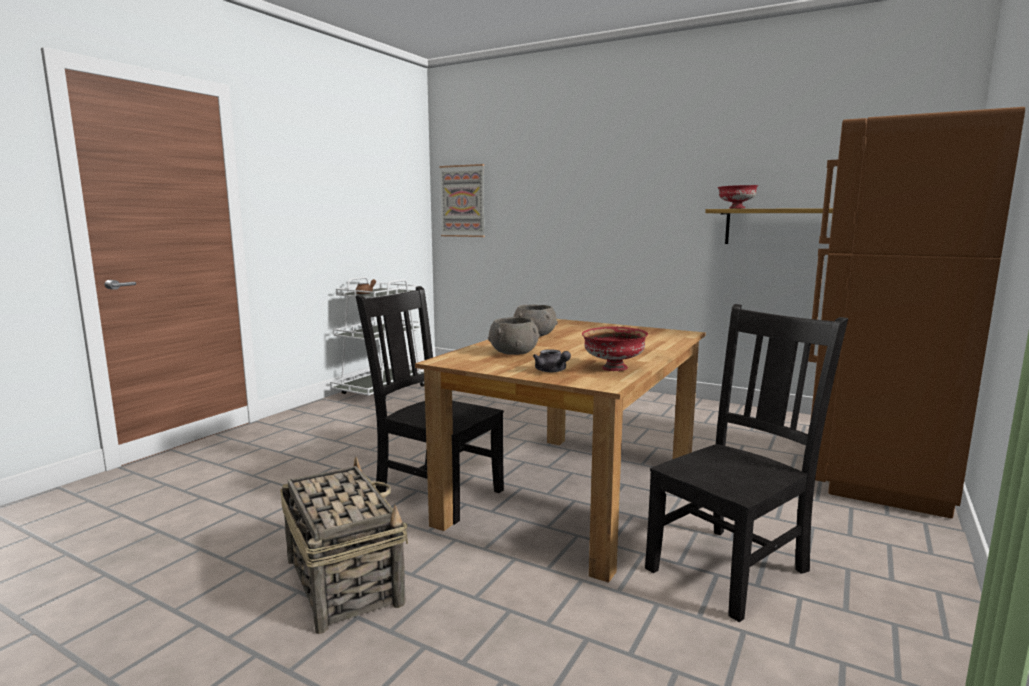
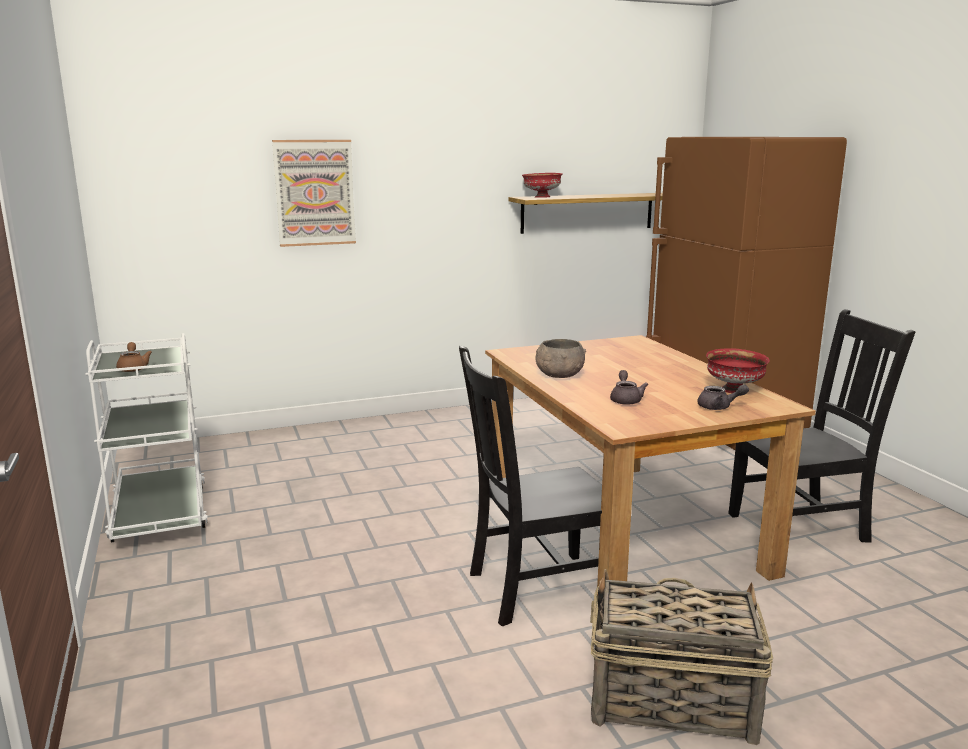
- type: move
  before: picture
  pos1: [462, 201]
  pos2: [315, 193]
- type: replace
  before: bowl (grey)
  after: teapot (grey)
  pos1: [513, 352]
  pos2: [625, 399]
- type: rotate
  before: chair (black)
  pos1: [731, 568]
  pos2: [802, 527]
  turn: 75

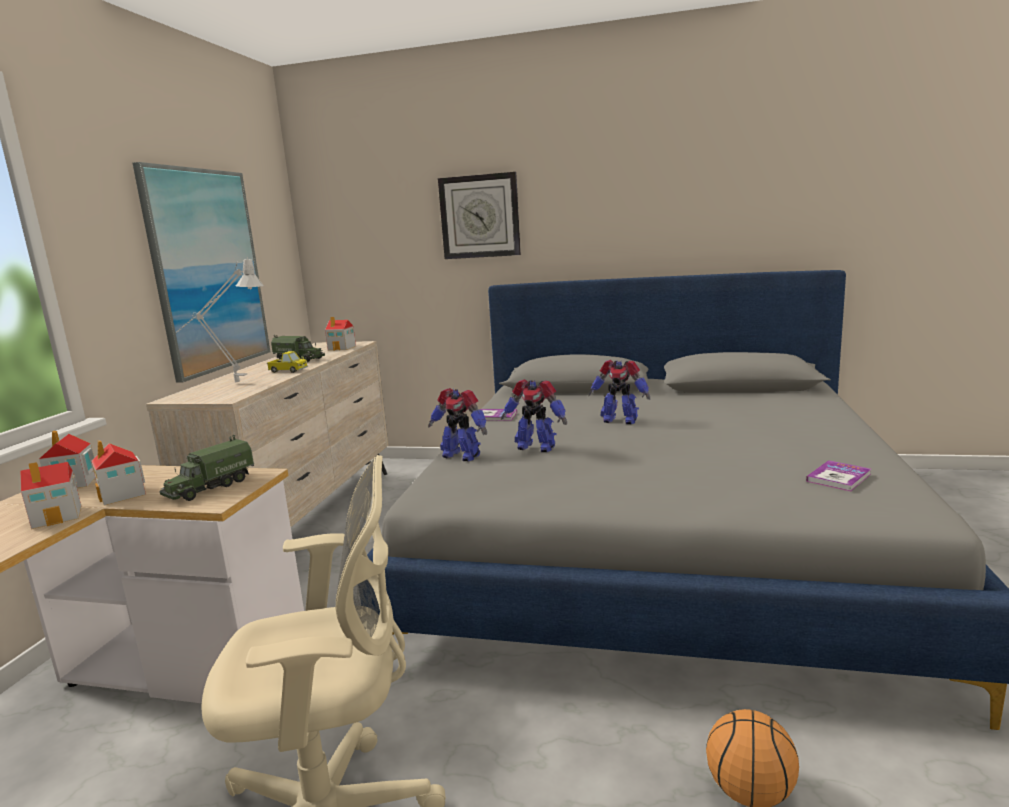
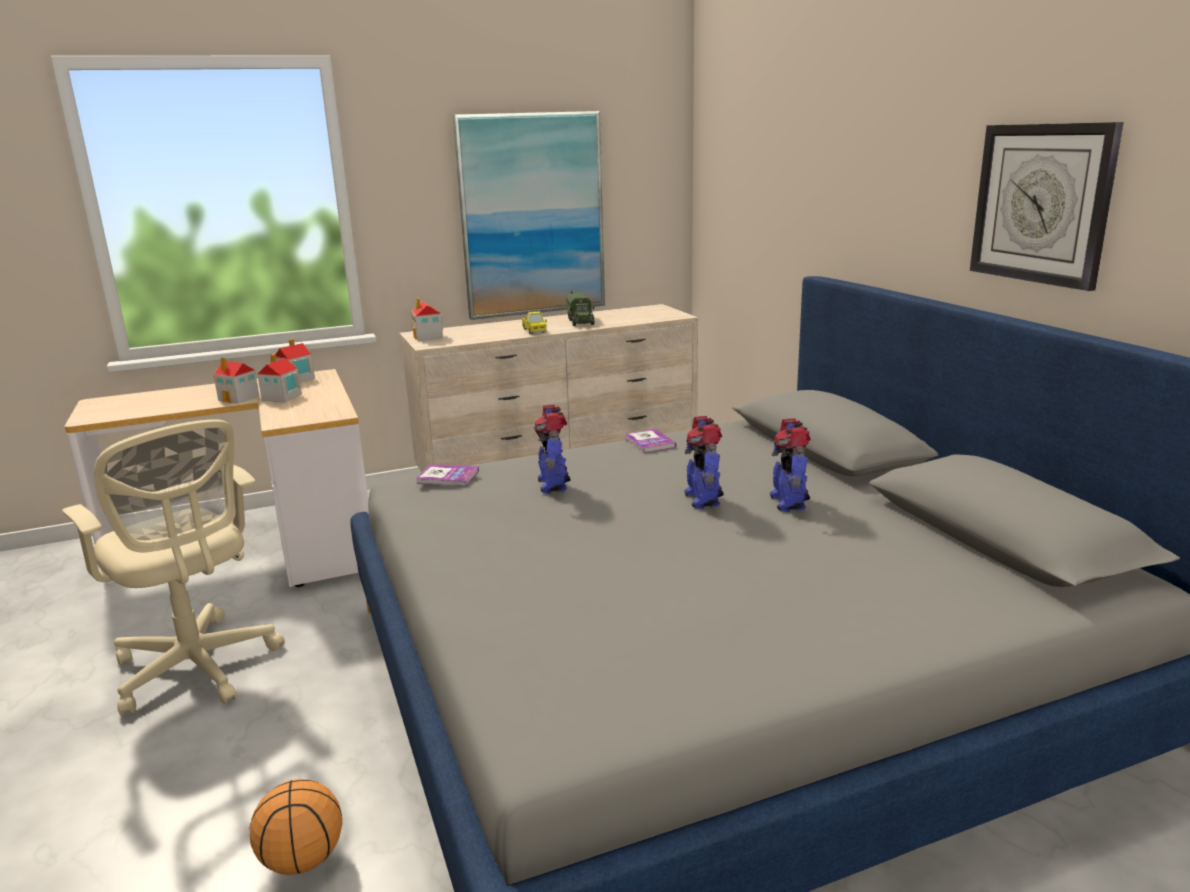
- type: delete
  before: toy truck
  pos1: [210, 487]
- type: delete
  before: table lamp (grey)
  pos1: [231, 384]
- type: move
  before: toy house
  pos1: [342, 348]
  pos2: [428, 337]
- type: move
  before: toy robot
  pos1: [461, 455]
  pos2: [788, 502]
- type: move
  before: wall clock
  pos1: [480, 216]
  pos2: [1042, 203]
- type: move
  before: book
  pos1: [838, 477]
  pos2: [447, 477]

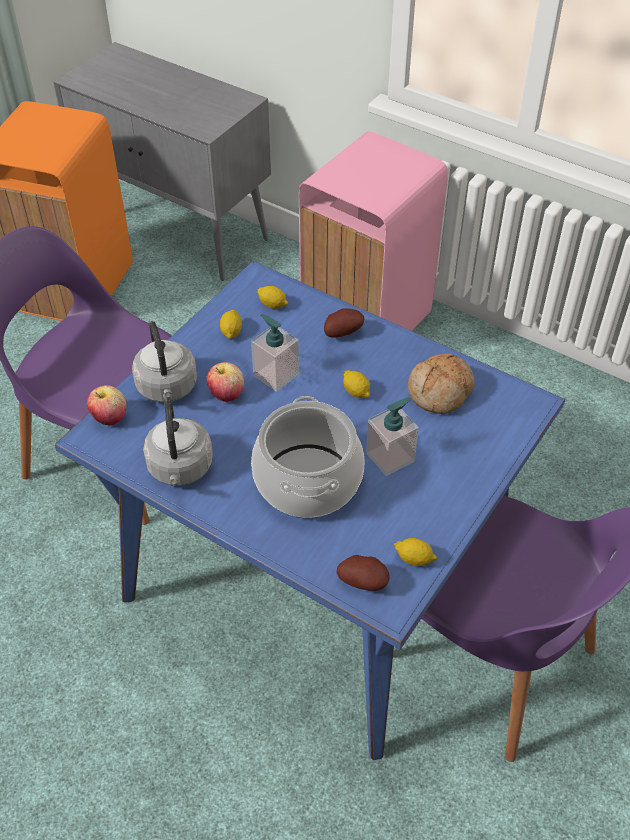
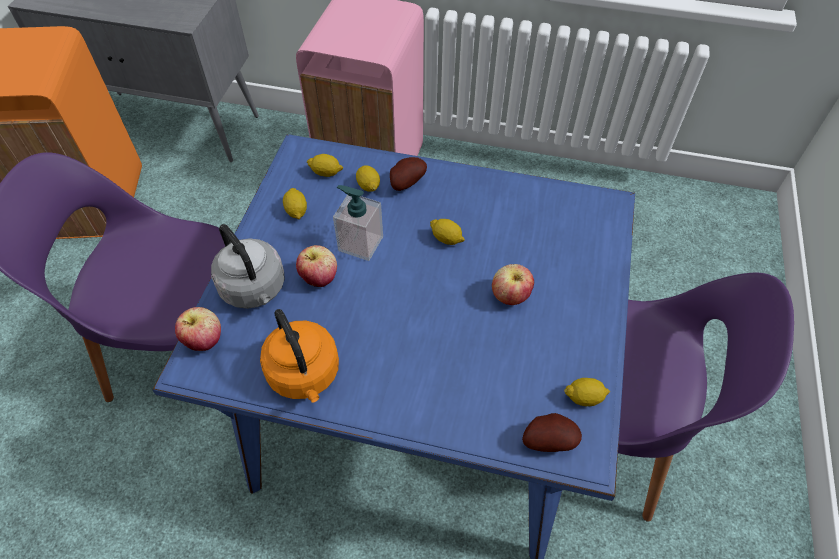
- type: delete
  before: cooking pot
  pos1: [307, 480]
- type: delete
  before: bread
  pos1: [441, 392]
- type: insert
  after: lemon
  pos2: [368, 186]
- type: replace
  before: soap dispenser
  after: apple
  pos1: [390, 457]
  pos2: [510, 296]
- type: recolor
  before: kettle (grey)
  after: kettle (orange)
  pos1: [180, 469]
  pos2: [305, 375]

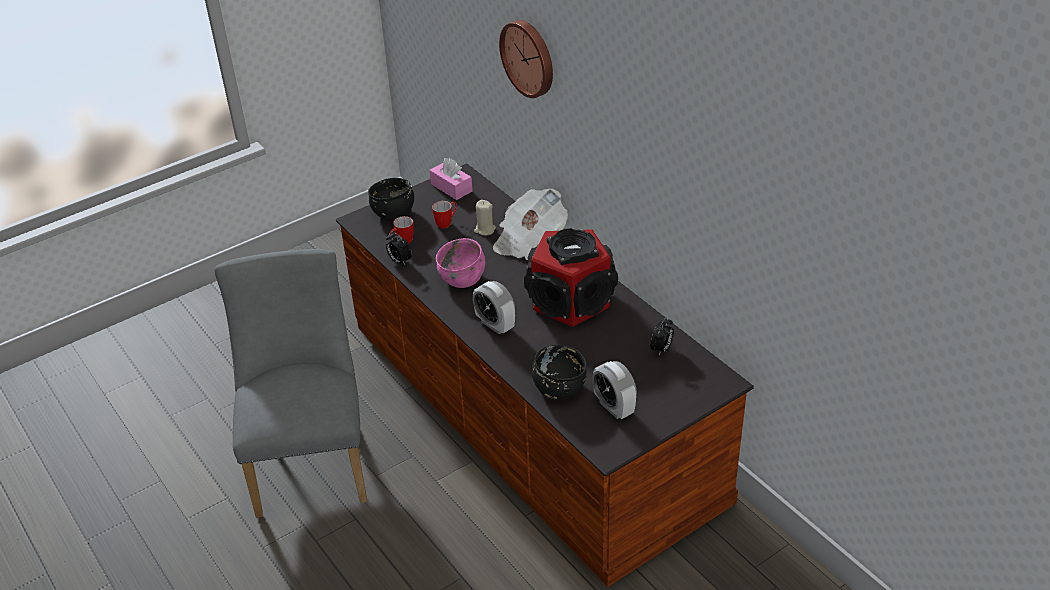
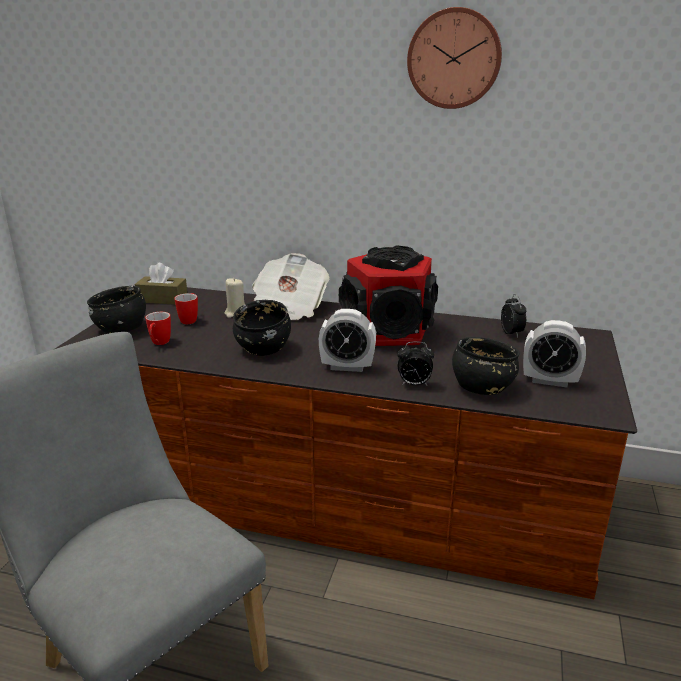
- type: move
  before: alarm clock
  pos1: [399, 261]
  pos2: [414, 384]
- type: move
  before: wall clock
  pos1: [529, 58]
  pos2: [454, 59]
- type: recolor
  before: tissue box (pink)
  after: tissue box (brown)
  pos1: [451, 187]
  pos2: [162, 299]
- type: recolor
  before: bowl (pink)
  after: bowl (black)
  pos1: [462, 279]
  pos2: [263, 348]

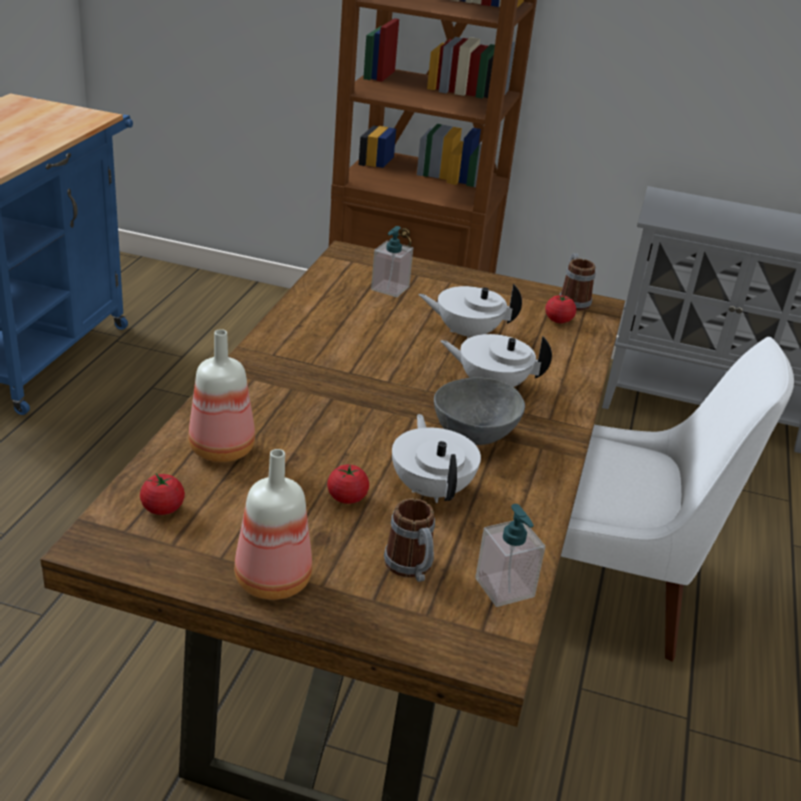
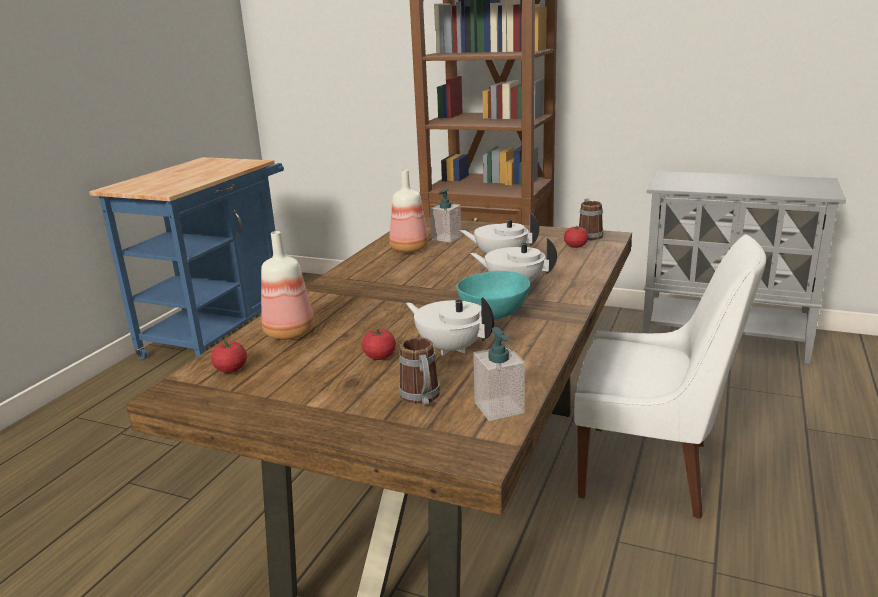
- type: move
  before: bottle
  pos1: [272, 582]
  pos2: [409, 249]
- type: recolor
  before: bowl (grey)
  after: bowl (turquoise)
  pos1: [476, 435]
  pos2: [495, 314]
- type: rotate
  before: teapot (white)
  pos1: [432, 489]
  pos2: [451, 348]
  turn: -45

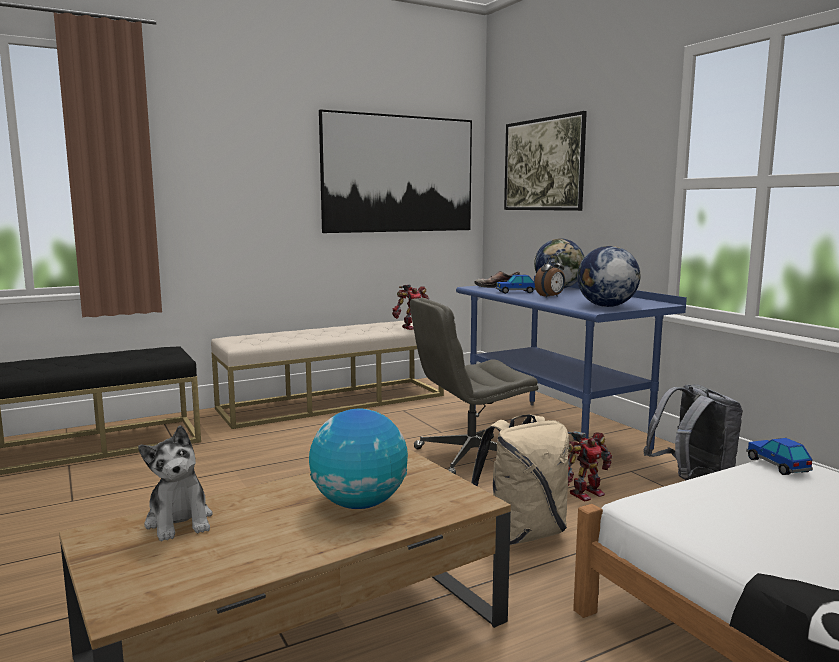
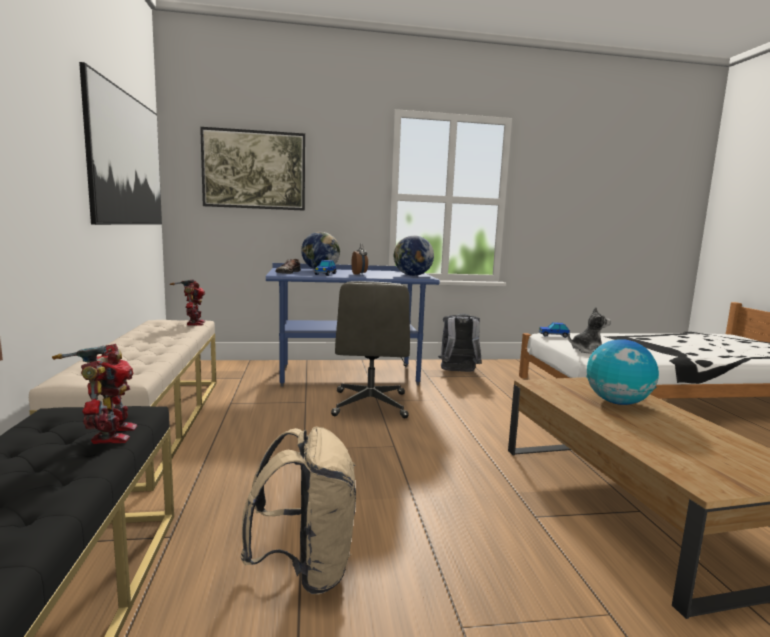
- type: move
  before: plush toy
  pos1: [180, 521]
  pos2: [587, 350]
- type: move
  before: backpack (beige)
  pos1: [522, 533]
  pos2: [306, 568]
- type: move
  before: toy robot
  pos1: [584, 493]
  pos2: [110, 435]

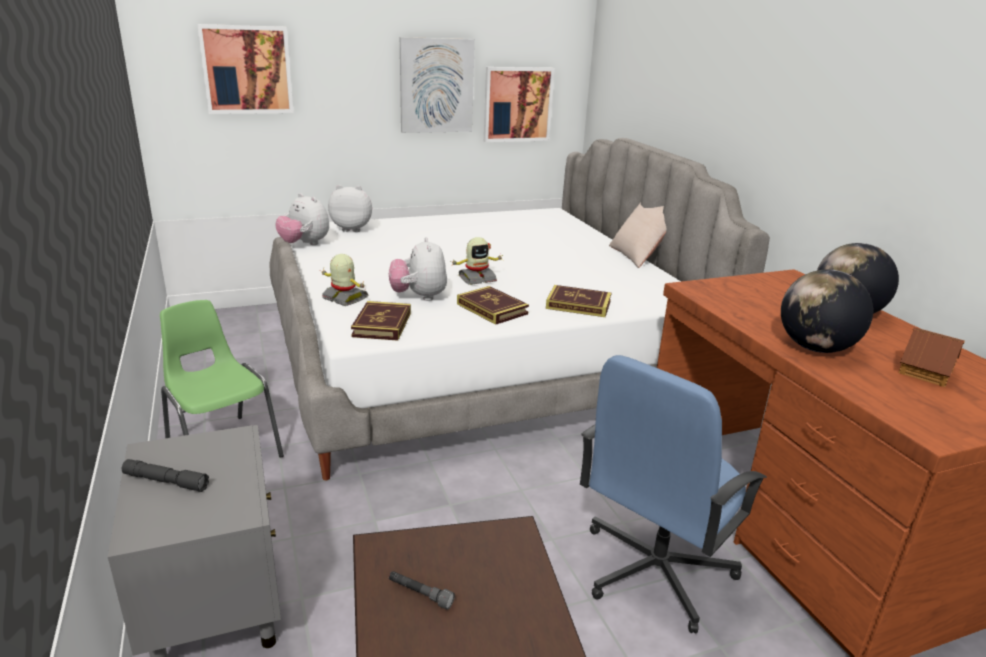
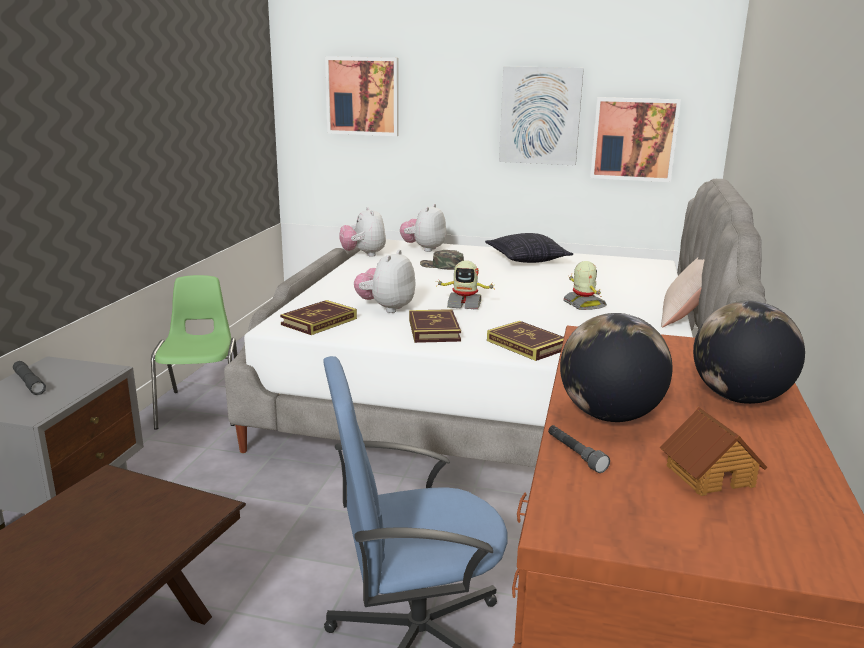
- type: insert
  after: cap (green)
  pos2: [441, 266]
- type: insert
  after: pillow
  pos2: [526, 260]
- type: move
  before: toy robot
  pos1: [344, 298]
  pos2: [583, 305]
- type: move
  before: flashlight (grey)
  pos1: [420, 594]
  pos2: [575, 454]
- type: rotate
  before: plush toy
  pos1: [352, 229]
  pos2: [424, 249]
  turn: -105

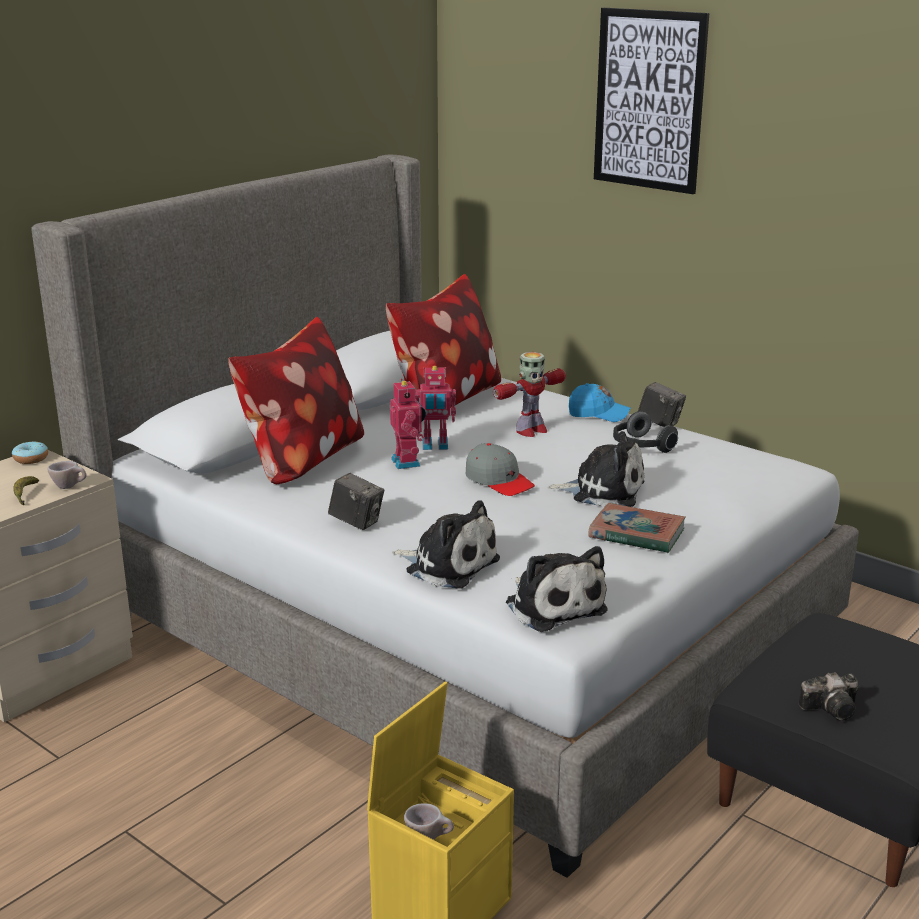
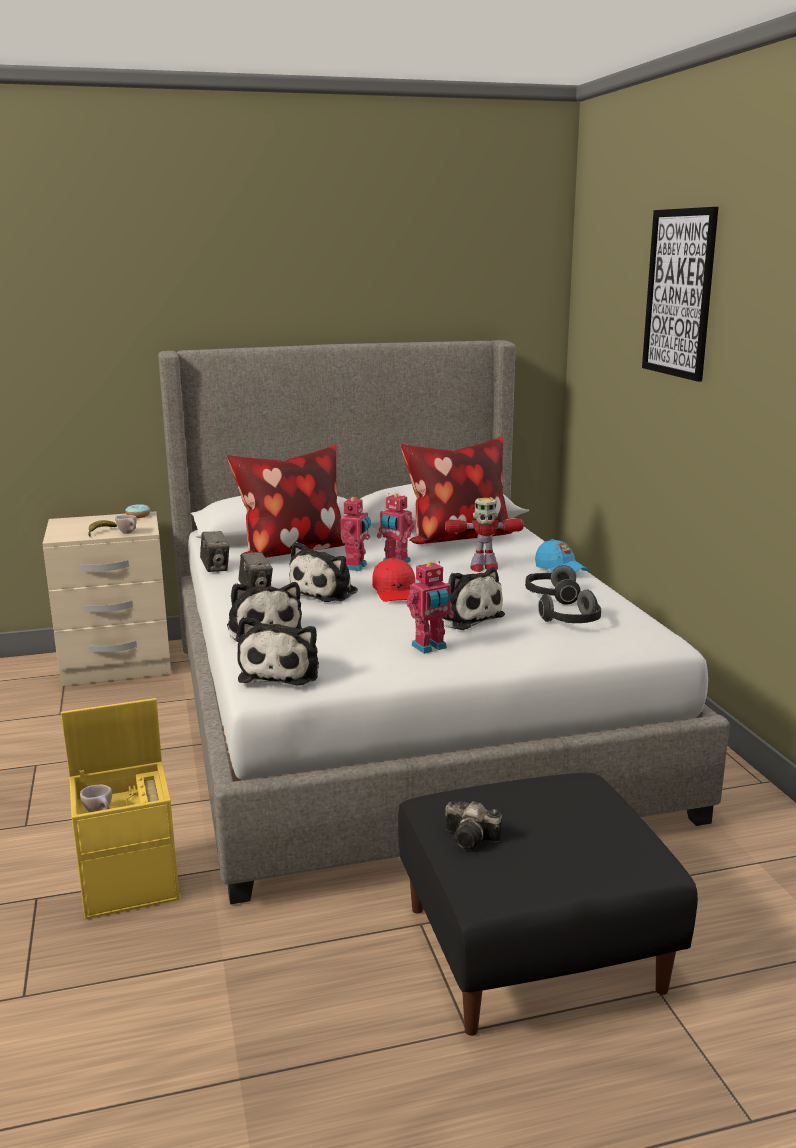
- type: insert
  after: plush toy
  pos2: [326, 592]
- type: insert
  after: headphones
  pos2: [572, 623]
- type: move
  before: photo camera
  pos1: [660, 423]
  pos2: [215, 568]
- type: replace
  before: book
  after: toy robot
  pos1: [636, 534]
  pos2: [430, 647]
- type: recolor
  before: cap (grey)
  after: cap (red)
  pos1: [499, 480]
  pos2: [395, 591]

